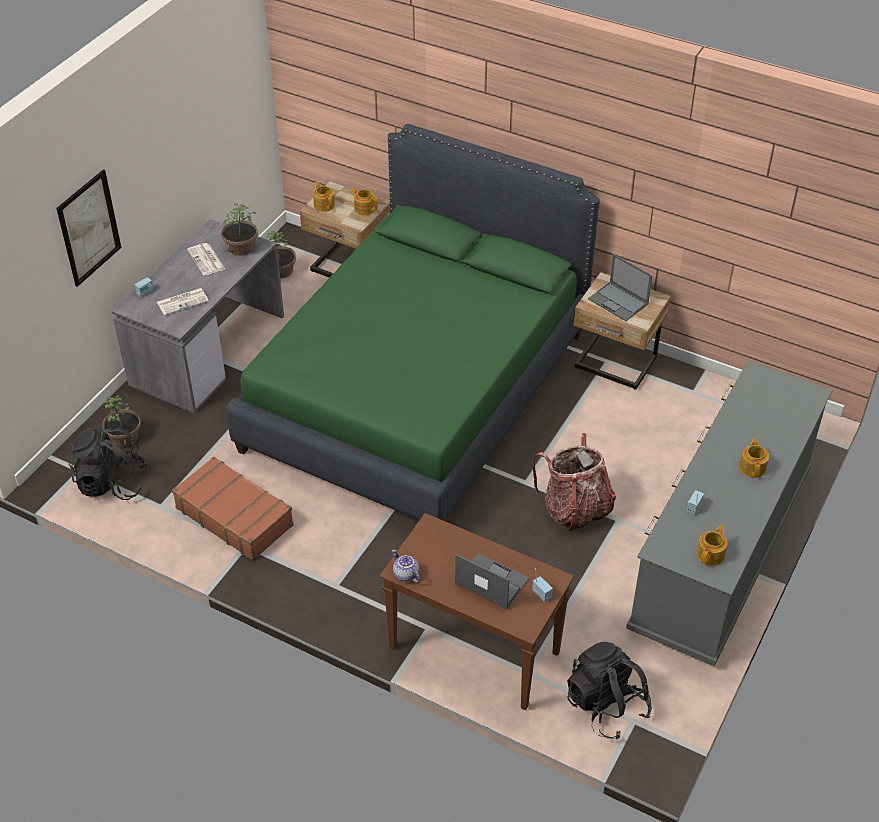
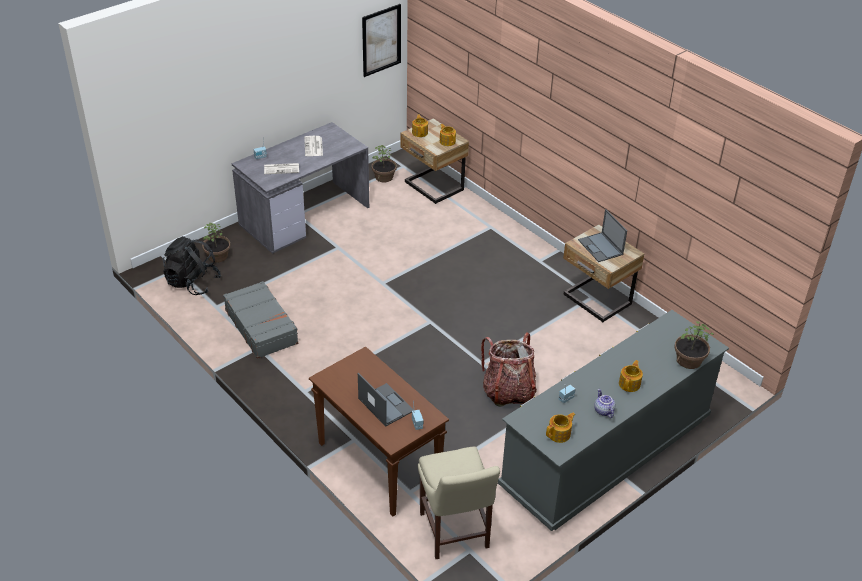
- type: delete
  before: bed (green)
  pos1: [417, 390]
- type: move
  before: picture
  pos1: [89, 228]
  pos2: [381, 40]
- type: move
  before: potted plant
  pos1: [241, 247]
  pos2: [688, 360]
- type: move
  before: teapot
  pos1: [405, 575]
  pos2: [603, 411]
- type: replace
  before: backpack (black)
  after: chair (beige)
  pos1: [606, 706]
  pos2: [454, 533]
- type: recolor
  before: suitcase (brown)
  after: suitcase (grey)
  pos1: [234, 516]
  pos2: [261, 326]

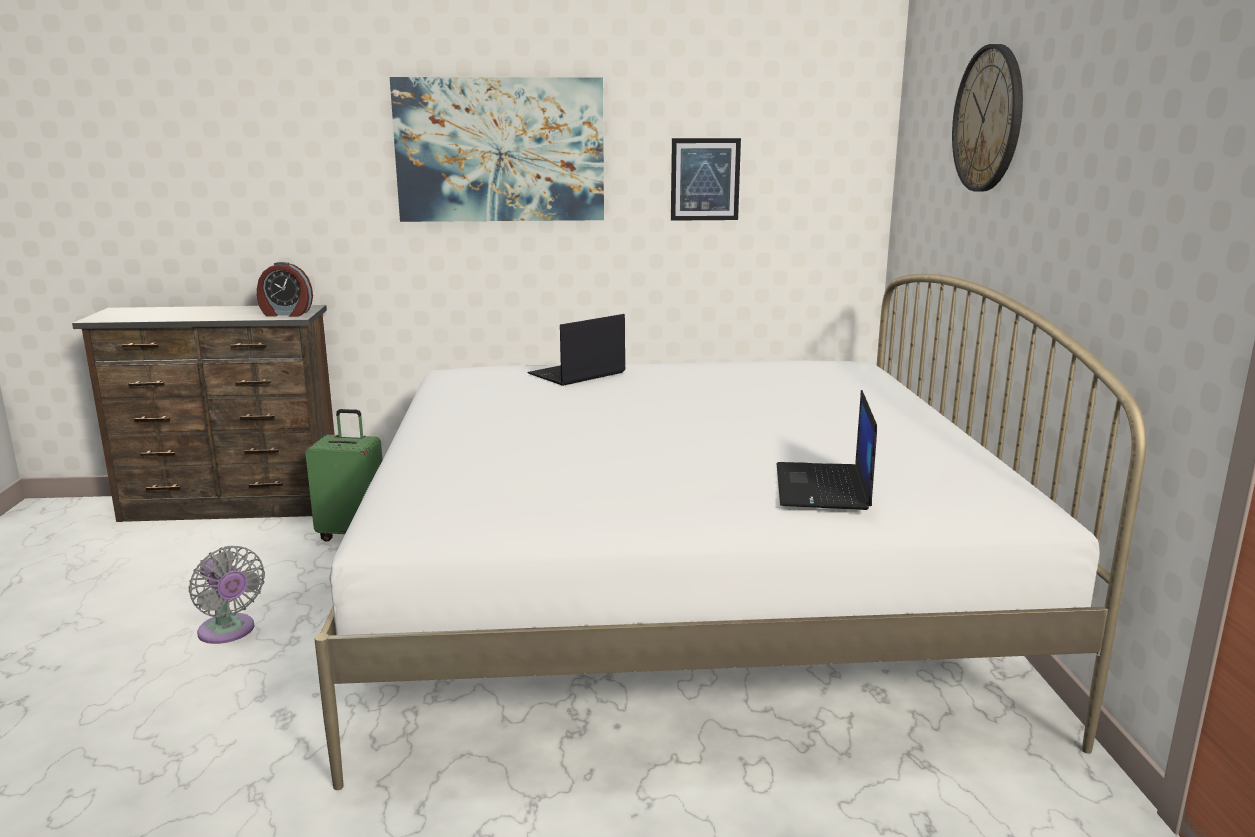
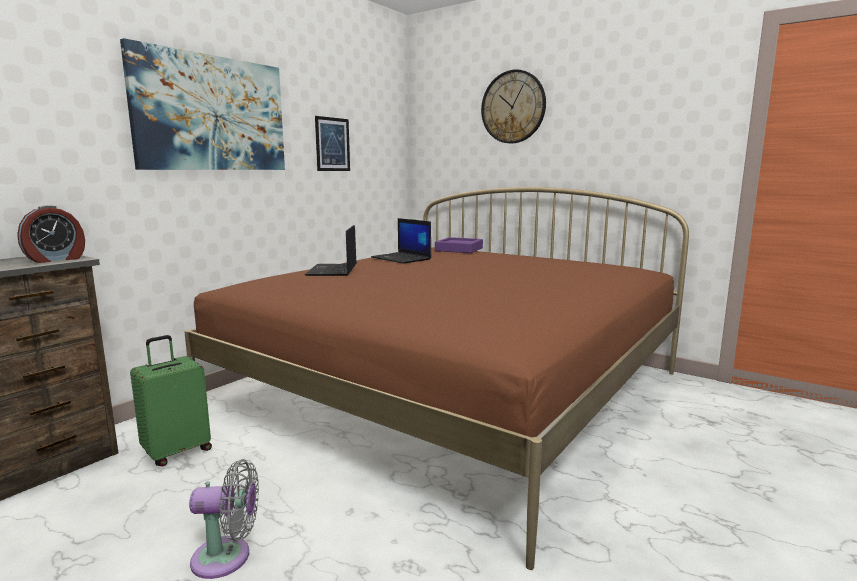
- type: insert
  after: tray (purple)
  pos2: [459, 249]
- type: move
  before: laptop
  pos1: [823, 488]
  pos2: [402, 258]
- type: recolor
  before: bed (white)
  after: bed (brown)
  pos1: [680, 597]
  pos2: [454, 391]

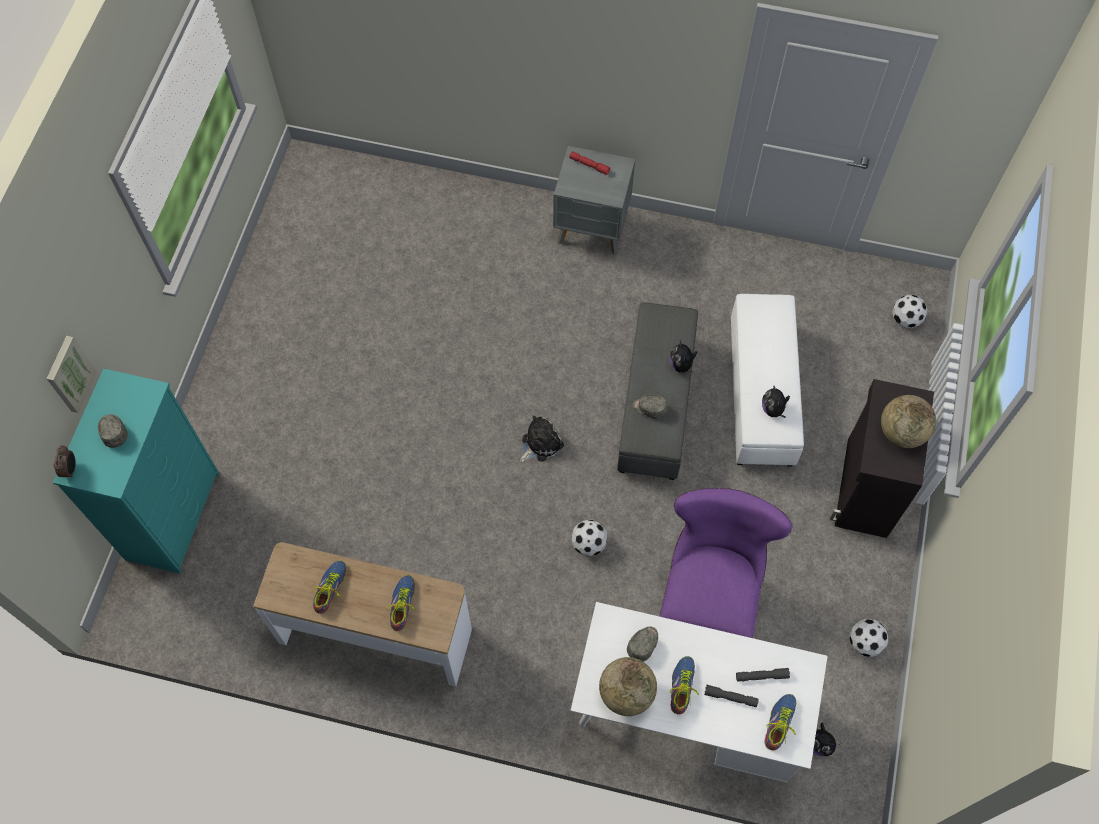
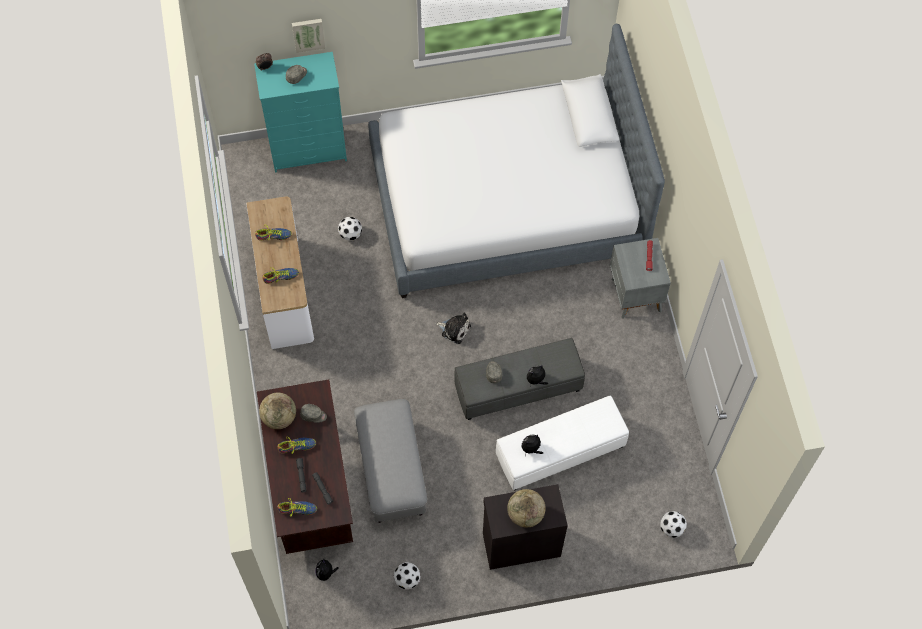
- type: insert
  after: bed
  pos2: [506, 202]
- type: move
  before: football
  pos1: [588, 543]
  pos2: [350, 234]
- type: replace
  before: chair (purple)
  after: ottoman (grey)
  pos1: [707, 599]
  pos2: [392, 471]
- type: recolor
  before: desk (white)
  after: desk (brown)
  pos1: [686, 715]
  pos2: [310, 486]

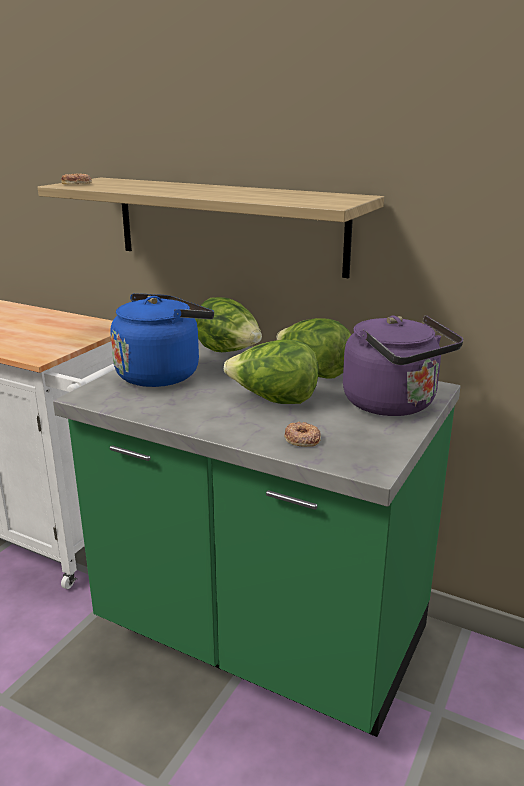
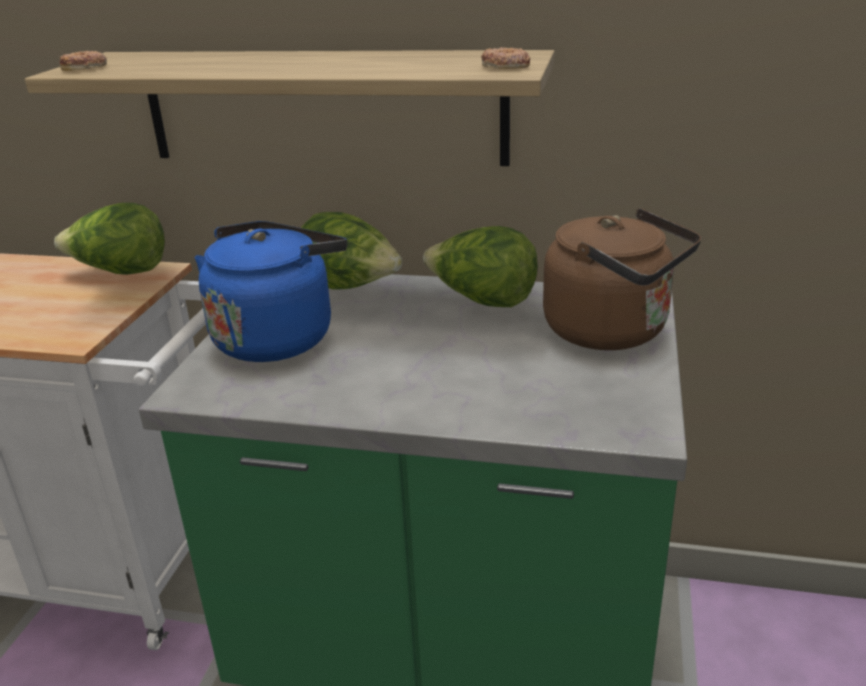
- type: move
  before: lettuce
  pos1: [273, 400]
  pos2: [121, 273]
- type: move
  before: donut
  pos1: [302, 439]
  pos2: [505, 66]
- type: recolor
  before: kettle (purple)
  after: kettle (brown)
  pos1: [394, 405]
  pos2: [613, 332]

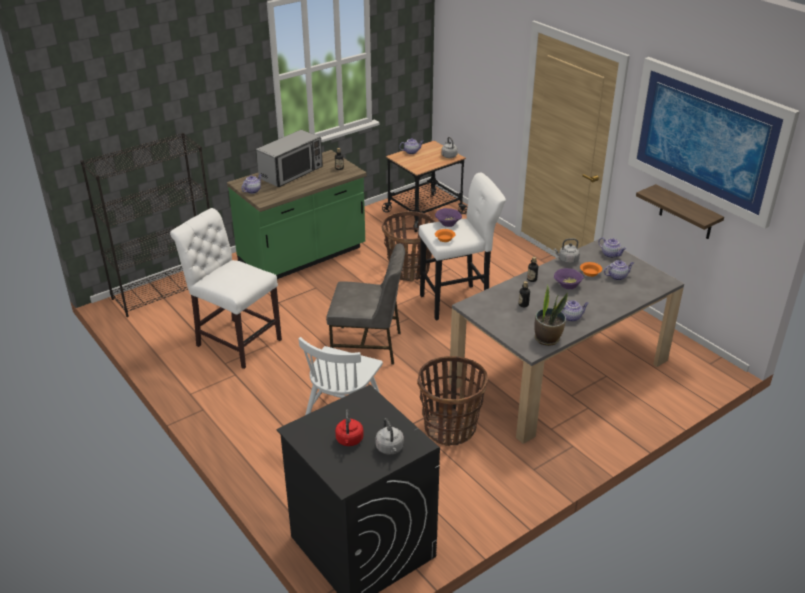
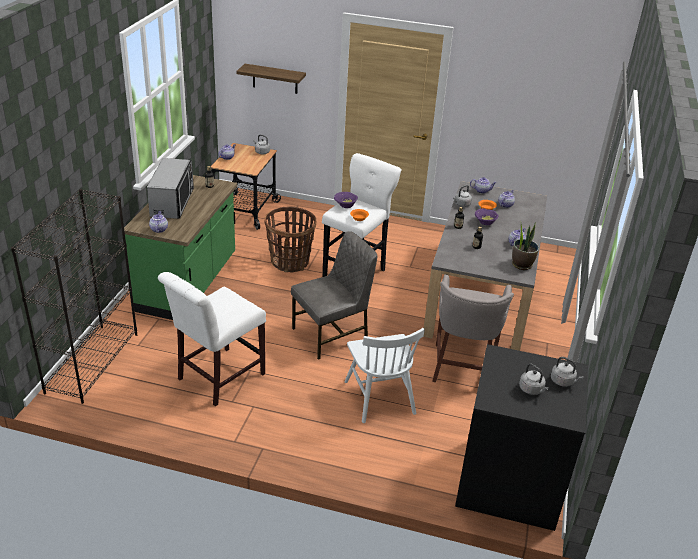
- type: delete
  before: picture
  pos1: [707, 139]
- type: move
  before: shelf
  pos1: [686, 213]
  pos2: [275, 79]
- type: replace
  before: basket
  after: stool (grey)
  pos1: [450, 428]
  pos2: [462, 369]
- type: recolor
  before: kettle (red)
  after: kettle (grey)
  pos1: [349, 441]
  pos2: [532, 390]
- type: rotate
  before: chair (white)
  pos1: [235, 340]
  pos2: [217, 378]
  turn: -45

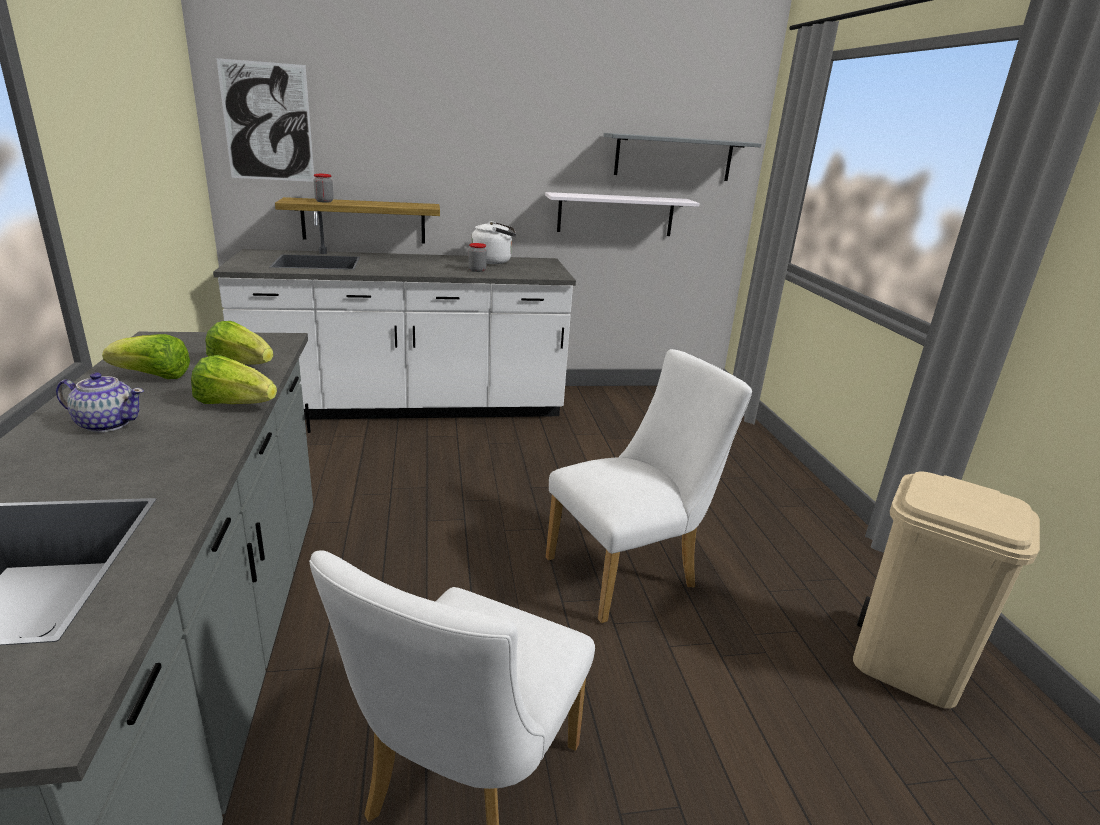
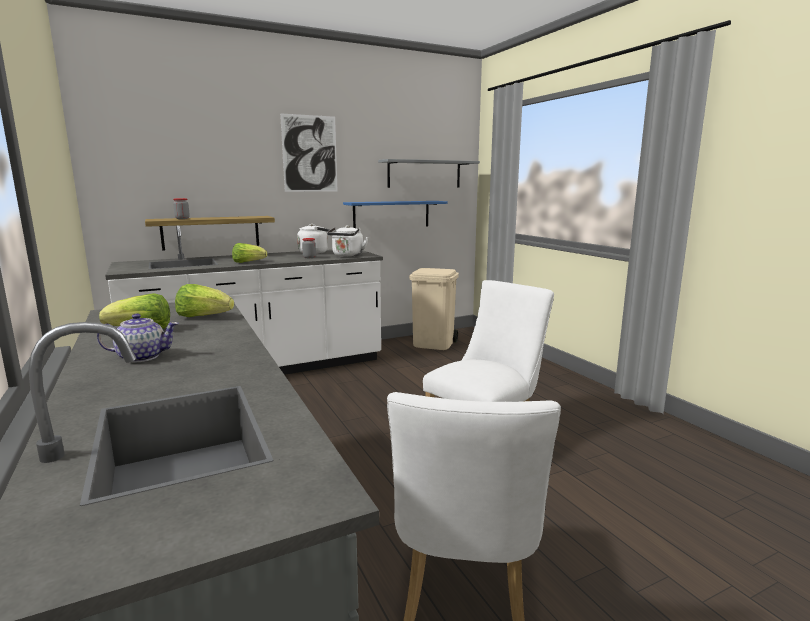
- type: insert
  after: kettle (white)
  pos2: [347, 256]
- type: move
  before: lettuce
  pos1: [234, 404]
  pos2: [248, 262]
- type: move
  before: picture
  pos1: [267, 122]
  pos2: [310, 154]
- type: move
  before: trash can (beige)
  pos1: [908, 666]
  pos2: [434, 344]
- type: recolor
  before: shelf (white)
  after: shelf (blue)
  pos1: [615, 214]
  pos2: [391, 214]

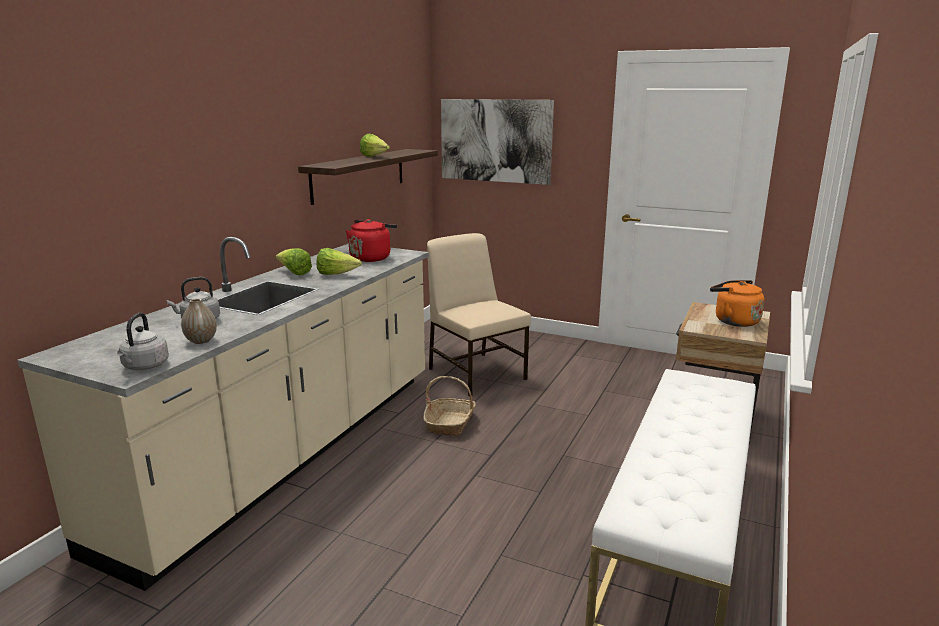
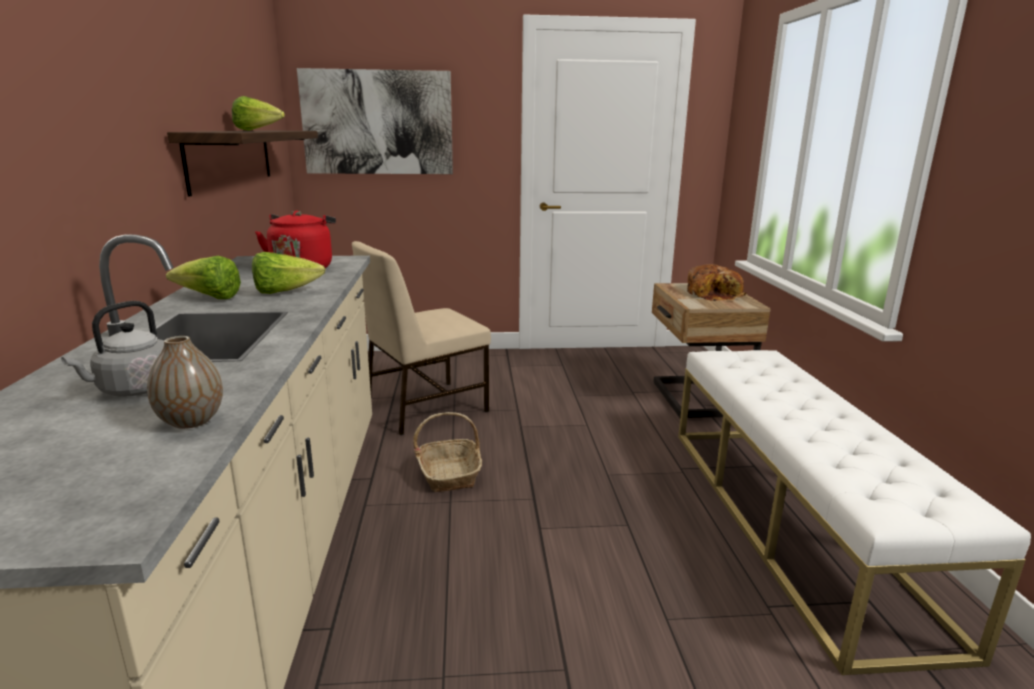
- type: delete
  before: kettle (grey)
  pos1: [144, 366]
- type: replace
  before: kettle (orange)
  after: bread
  pos1: [733, 321]
  pos2: [714, 294]
- type: rotate
  before: chair (beige)
  pos1: [476, 373]
  pos2: [424, 407]
  turn: -60

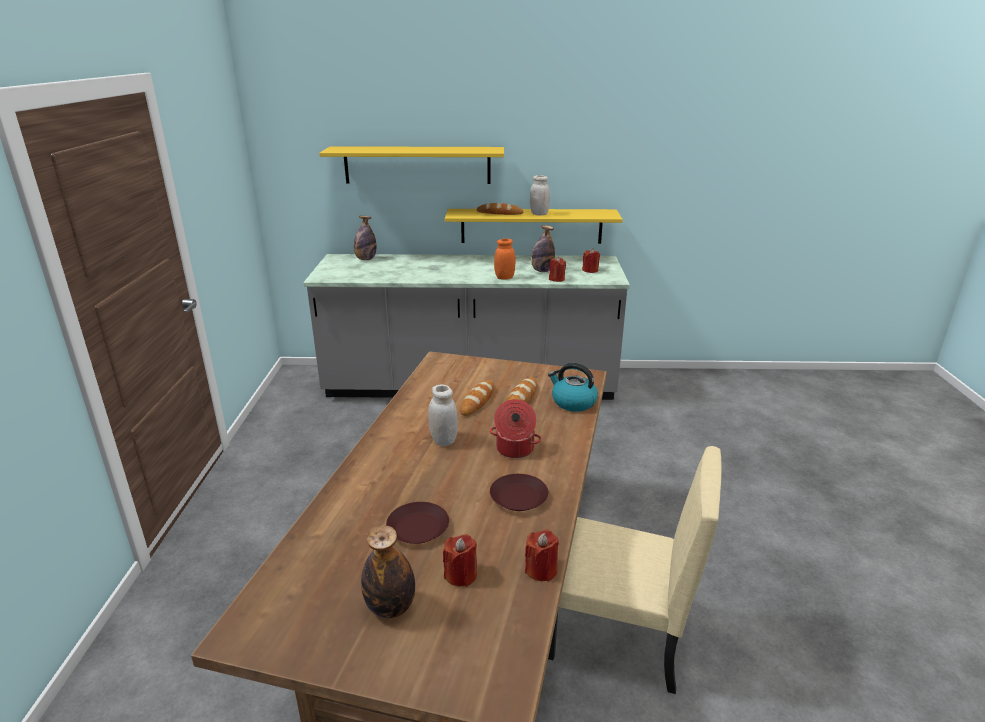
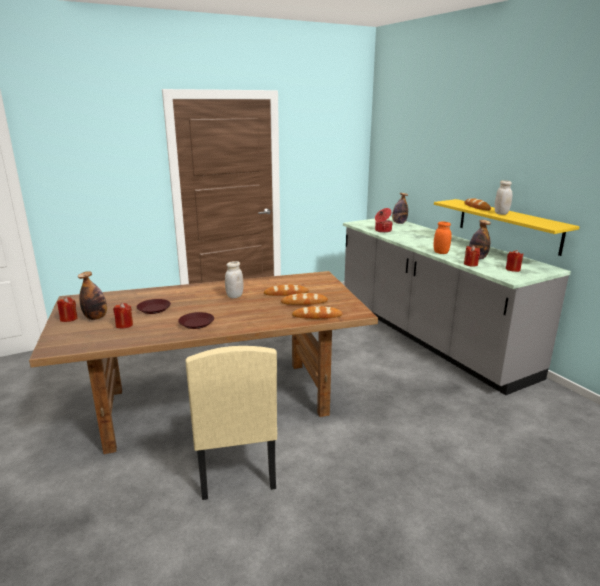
- type: delete
  before: shelf (yellow)
  pos1: [417, 165]
- type: move
  before: cooking pot
  pos1: [514, 449]
  pos2: [382, 230]
- type: move
  before: candle (red)
  pos1: [541, 570]
  pos2: [69, 318]
- type: replace
  before: kettle
  after: bread
  pos1: [573, 402]
  pos2: [317, 316]

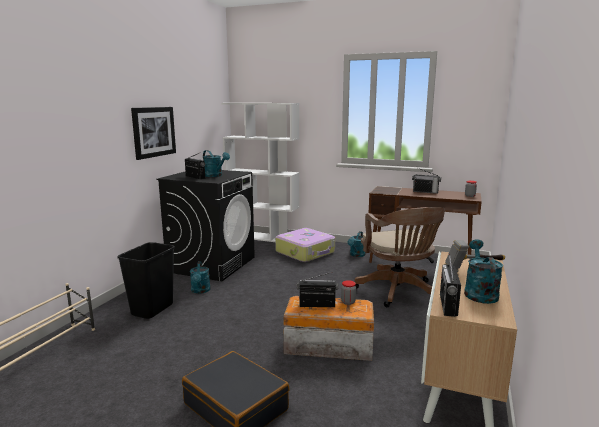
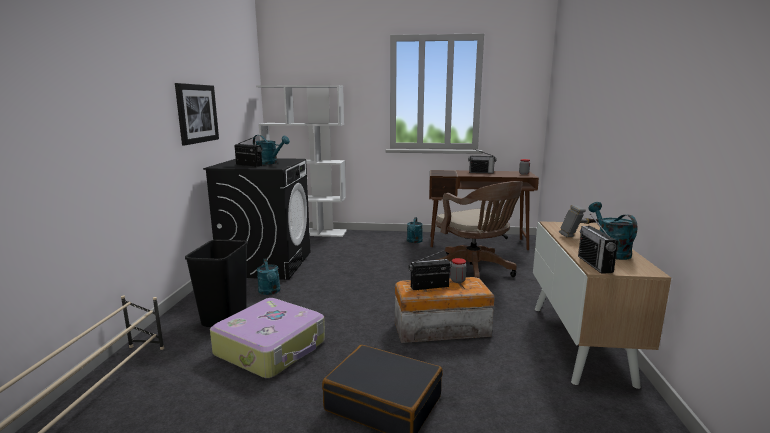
- type: move
  before: suitcase
  pos1: [306, 252]
  pos2: [272, 348]

